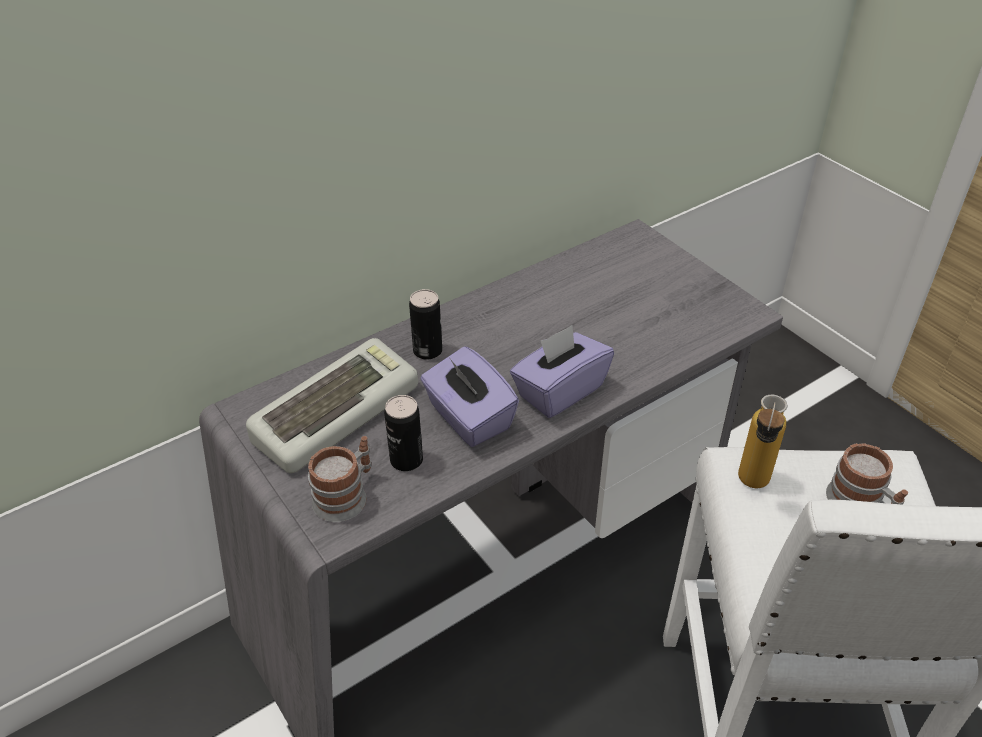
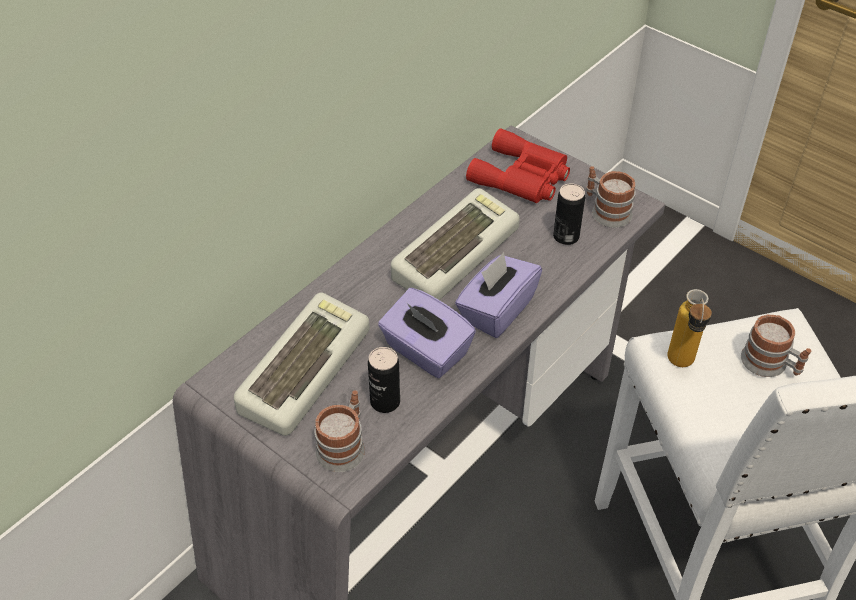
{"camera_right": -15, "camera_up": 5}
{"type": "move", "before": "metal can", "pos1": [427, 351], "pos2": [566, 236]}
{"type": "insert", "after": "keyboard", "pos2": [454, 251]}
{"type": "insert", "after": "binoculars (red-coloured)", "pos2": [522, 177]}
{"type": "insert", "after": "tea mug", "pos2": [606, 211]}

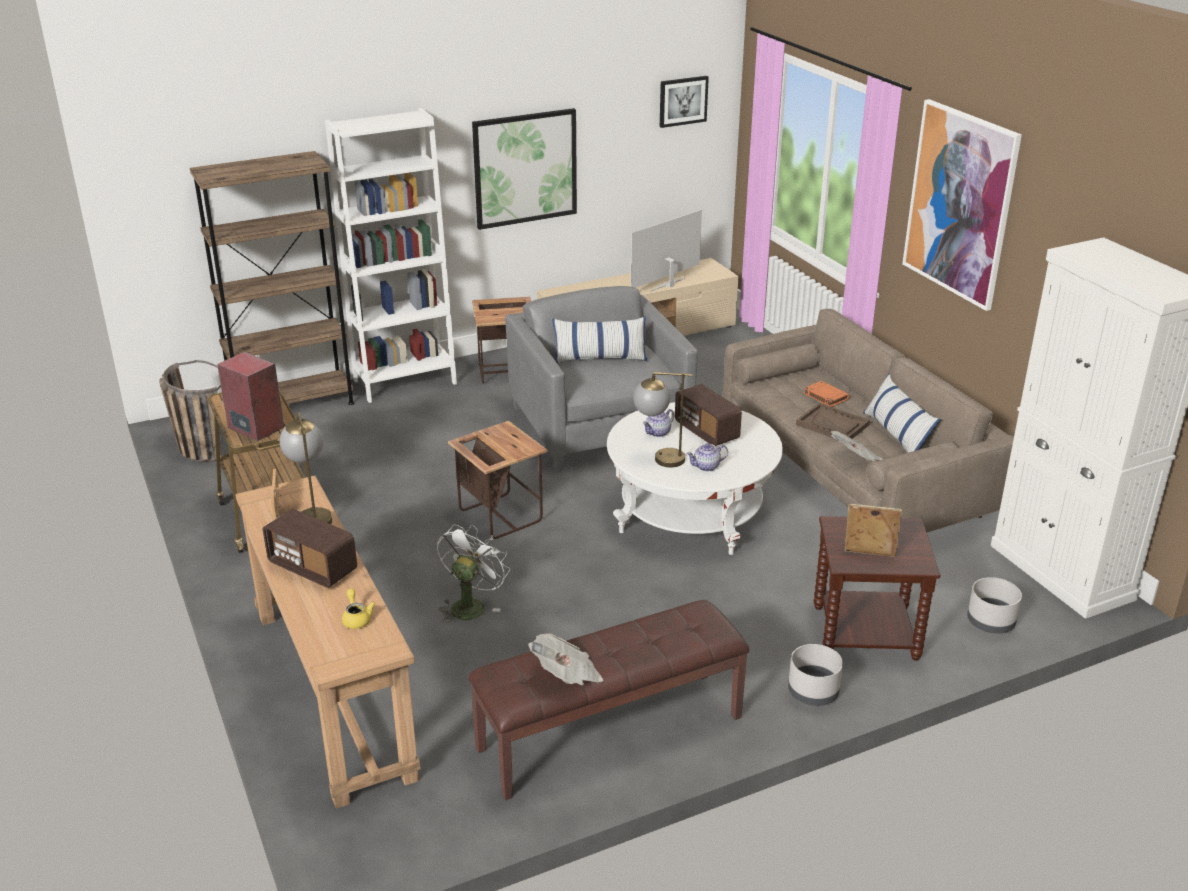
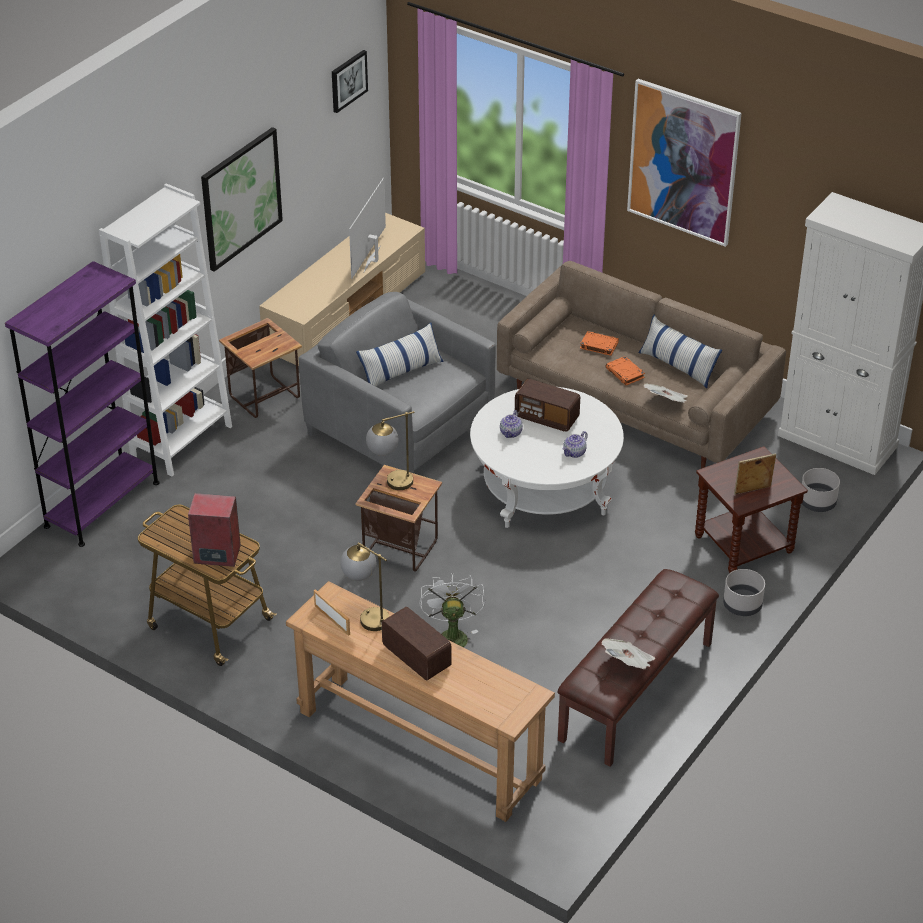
{"camera_right": -30, "camera_up": 10}
{"type": "delete", "before": "household basket", "pos1": [196, 447]}
{"type": "recolor", "before": "shelving unit (brownish)", "after": "shelving unit (purple)", "pos1": [292, 405], "pos2": [102, 504]}
{"type": "rotate", "before": "radio set", "pos1": [313, 568], "pos2": [416, 657], "turn": -135}
{"type": "delete", "before": "tea pot (yellowish)", "pos1": [357, 618]}
{"type": "move", "before": "lamp for a table", "pos1": [658, 459], "pos2": [390, 484]}
{"type": "replace", "before": "tray (brownish)", "after": "book (orange)", "pos1": [832, 425], "pos2": [625, 373]}

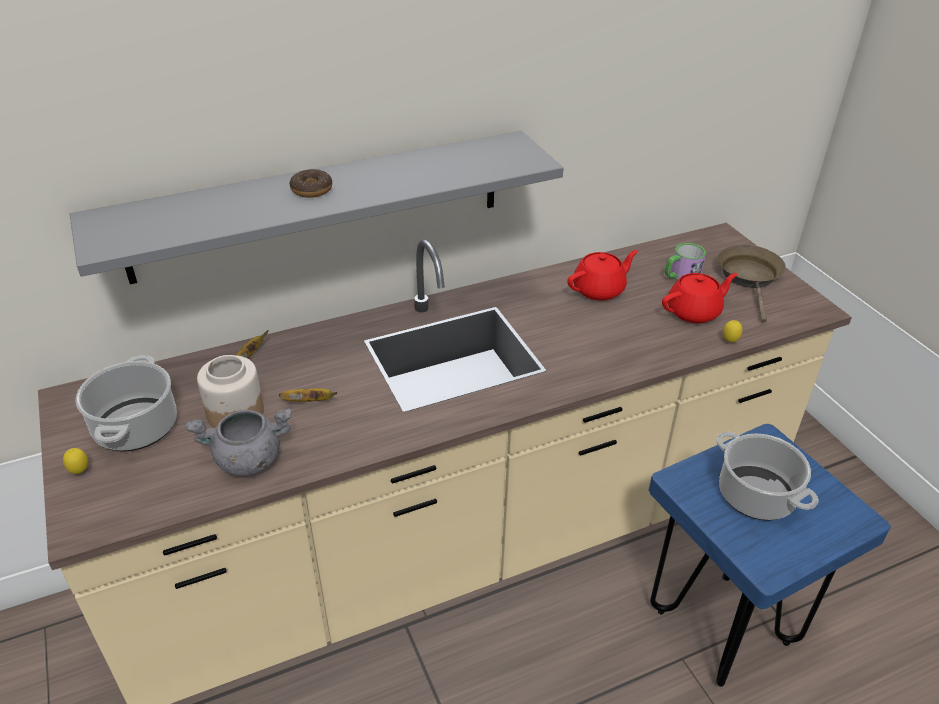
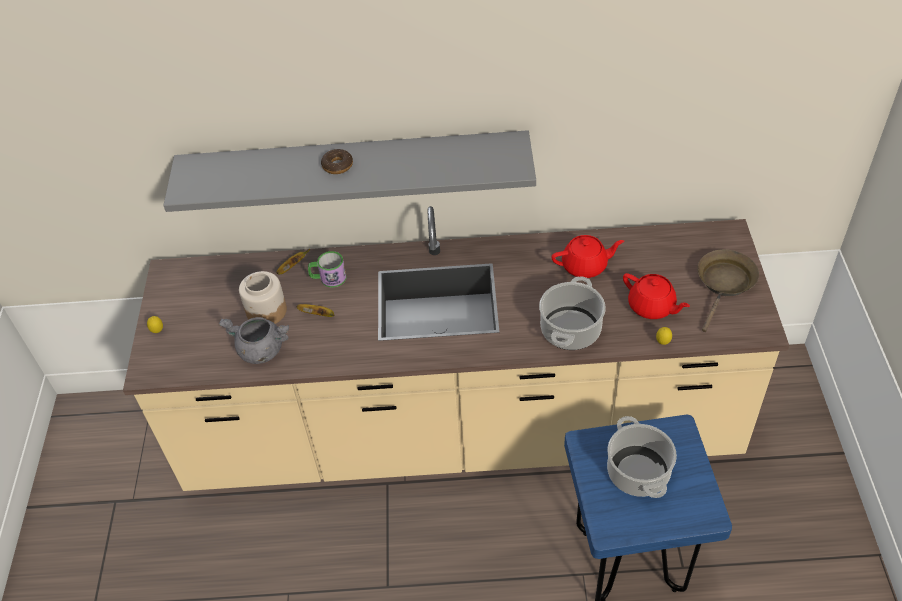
{"camera_right": 25, "camera_up": 10}
{"type": "move", "before": "saucepot", "pos1": [136, 426], "pos2": [570, 329]}
{"type": "rotate", "before": "tea pot (red-coloured)", "pos1": [694, 312], "pos2": [652, 307], "turn": 45}
{"type": "move", "before": "tea mug", "pos1": [680, 277], "pos2": [328, 278]}

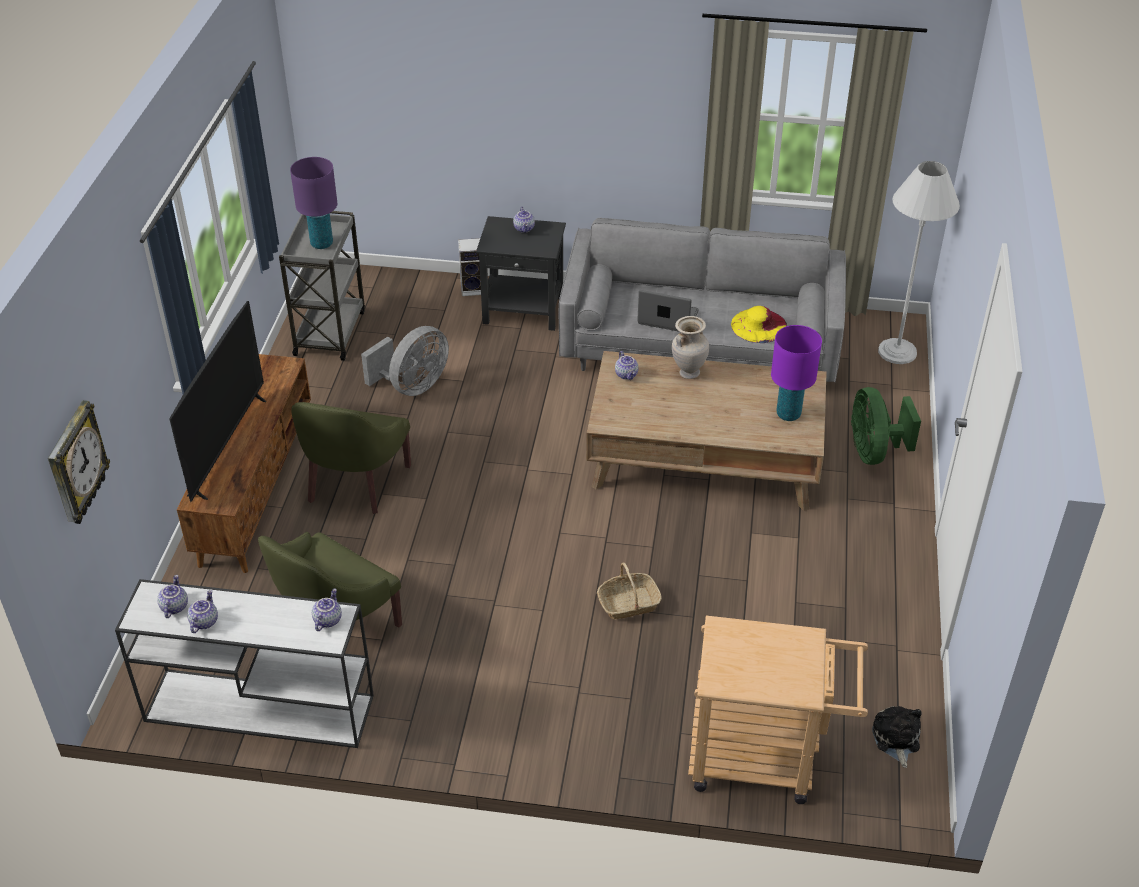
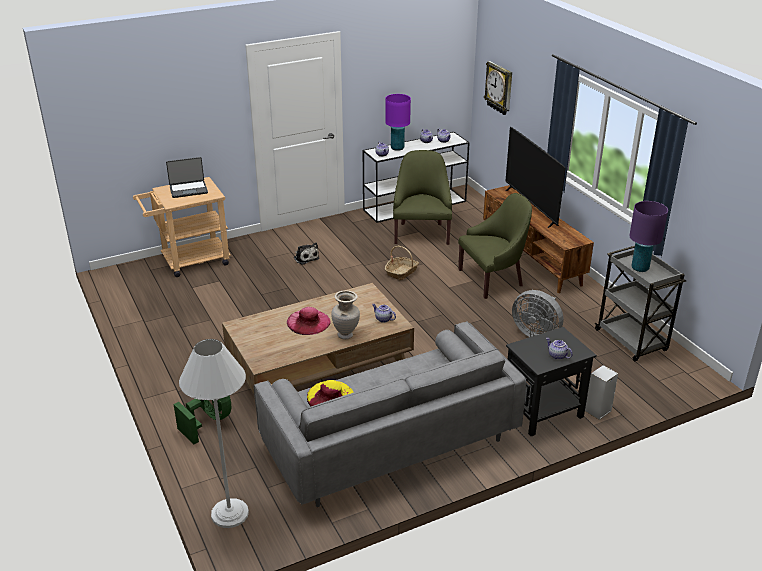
{"camera_right": 145, "camera_up": -10}
{"type": "rotate", "before": "easy chair (greenish)", "pos1": [354, 483], "pos2": [493, 279], "turn": 90}
{"type": "rotate", "before": "cooling fan (greyish)", "pos1": [412, 386], "pos2": [536, 333], "turn": -60}
{"type": "move", "before": "household basket", "pos1": [628, 604], "pos2": [401, 272]}
{"type": "move", "before": "laptop", "pos1": [667, 318], "pos2": [188, 189]}
{"type": "move", "before": "lamp for a table (purple)", "pos1": [788, 414], "pos2": [397, 148]}
{"type": "move", "before": "soft toy", "pos1": [896, 739], "pos2": [305, 258]}
{"type": "insert", "after": "clothing hat (pink)", "pos2": [308, 322]}

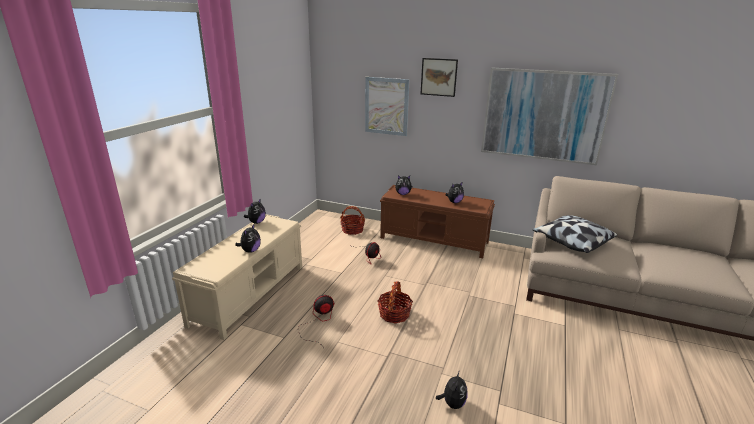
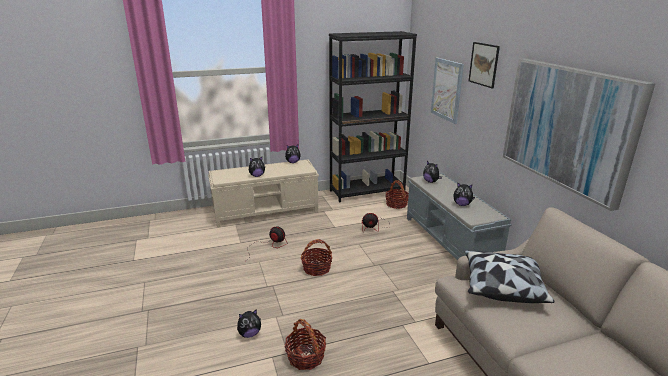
{"camera_right": 50, "camera_up": 0}
{"type": "recolor", "before": "bench (brownish)", "after": "bench (greyish)", "pos1": [434, 240], "pos2": [450, 241]}
{"type": "insert", "after": "household basket", "pos2": [306, 357]}
{"type": "insert", "after": "shelving unit (blackish)", "pos2": [367, 191]}

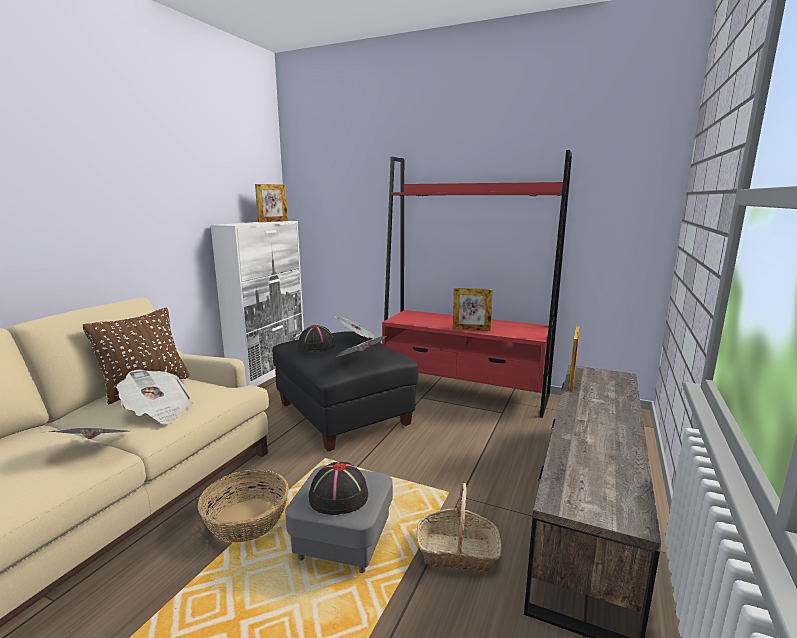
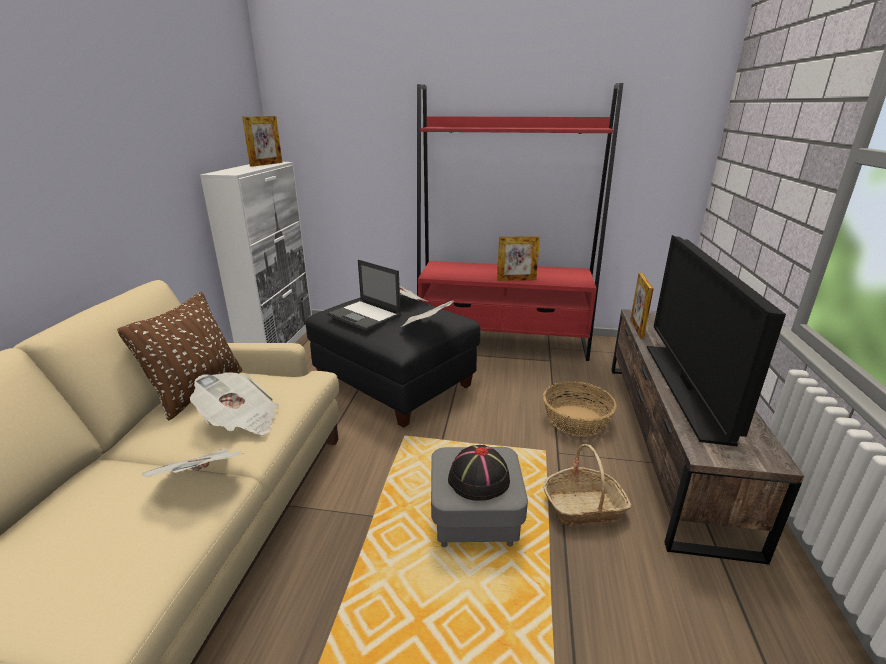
{"camera_right": -15, "camera_up": 10}
{"type": "move", "before": "household basket", "pos1": [247, 521], "pos2": [576, 420]}
{"type": "replace", "before": "clothing hat (blackish)", "after": "laptop", "pos1": [316, 346], "pos2": [365, 315]}
{"type": "insert", "after": "TV set", "pos2": [686, 390]}

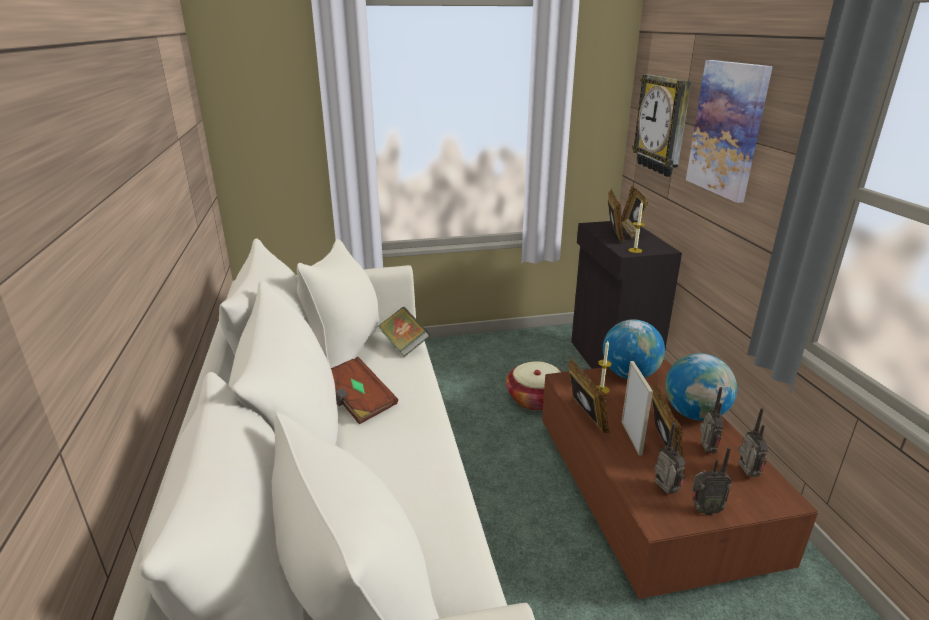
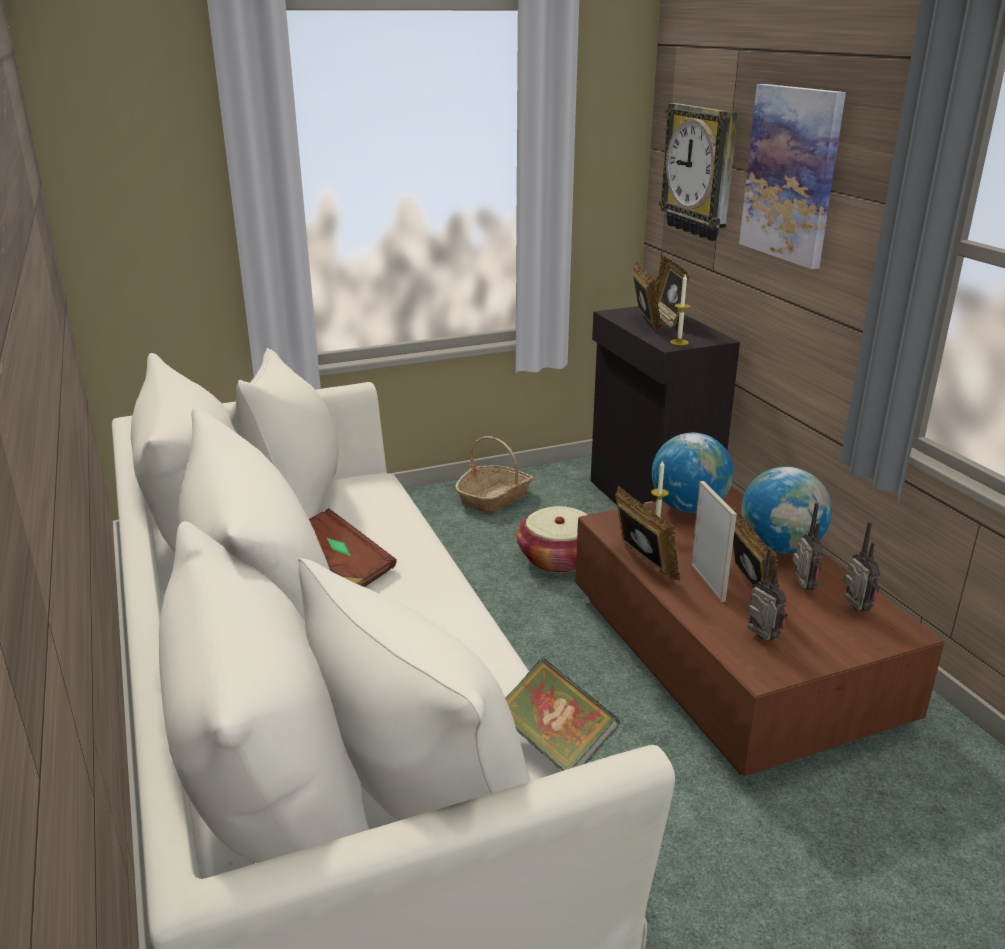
{"camera_right": -10, "camera_up": 0}
{"type": "move", "before": "book", "pos1": [404, 345], "pos2": [555, 744]}
{"type": "delete", "before": "radio set", "pos1": [704, 509]}
{"type": "insert", "after": "household basket", "pos2": [494, 498]}

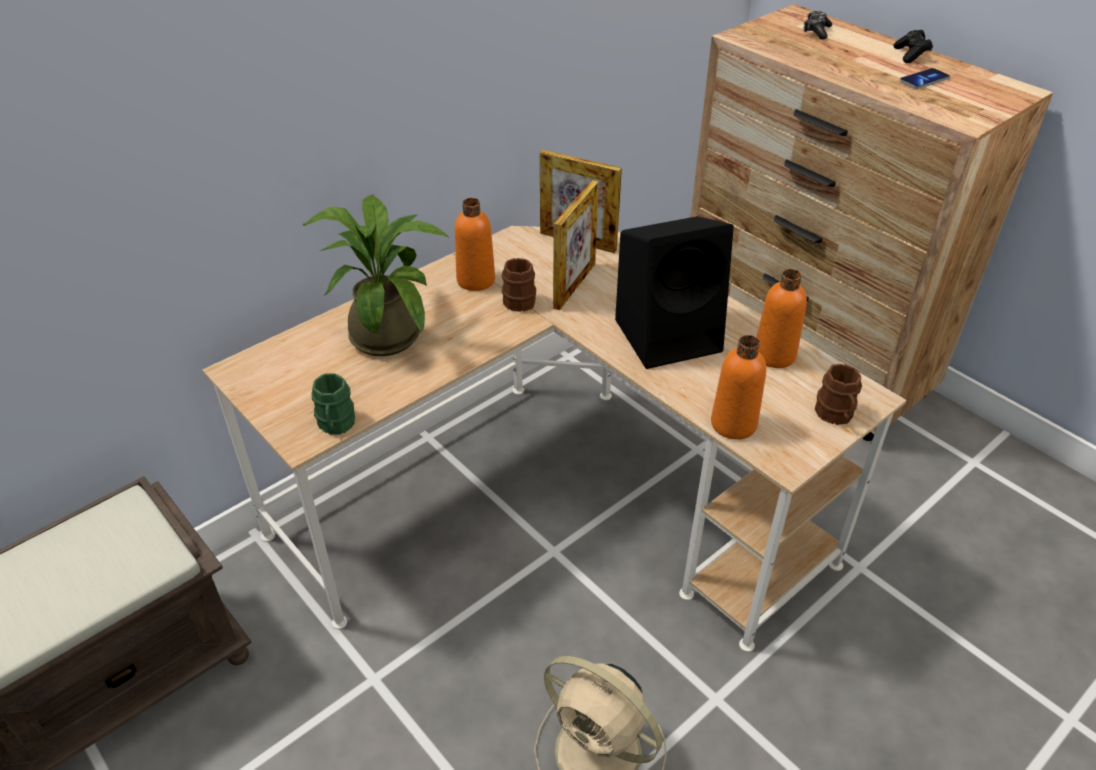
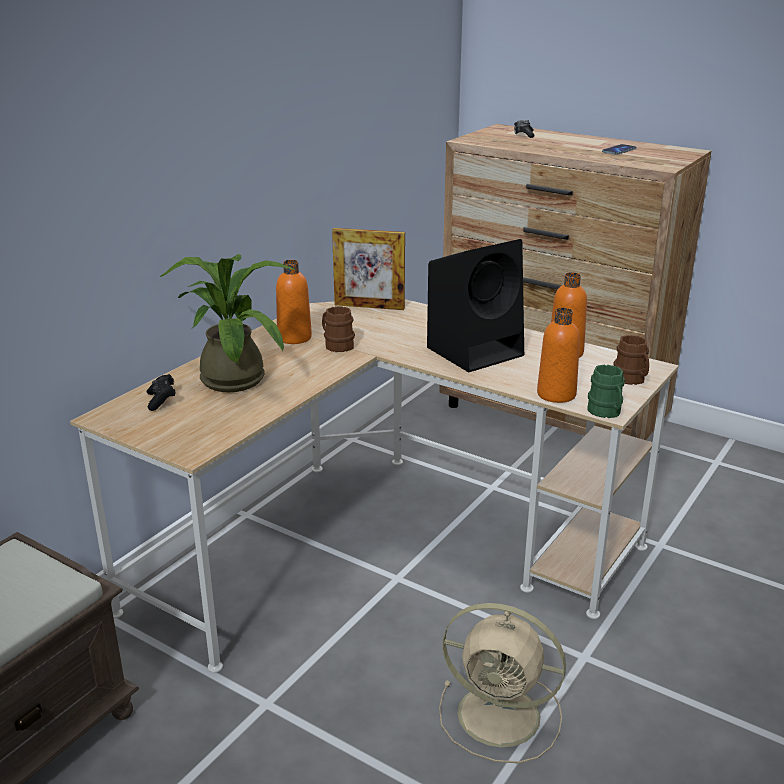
{"camera_right": -15, "camera_up": -15}
{"type": "move", "before": "tea mug (greenish)", "pos1": [335, 425], "pos2": [606, 412]}
{"type": "delete", "before": "picture frame", "pos1": [574, 285]}
{"type": "move", "before": "joypad (blackish)", "pos1": [910, 55], "pos2": [161, 400]}

